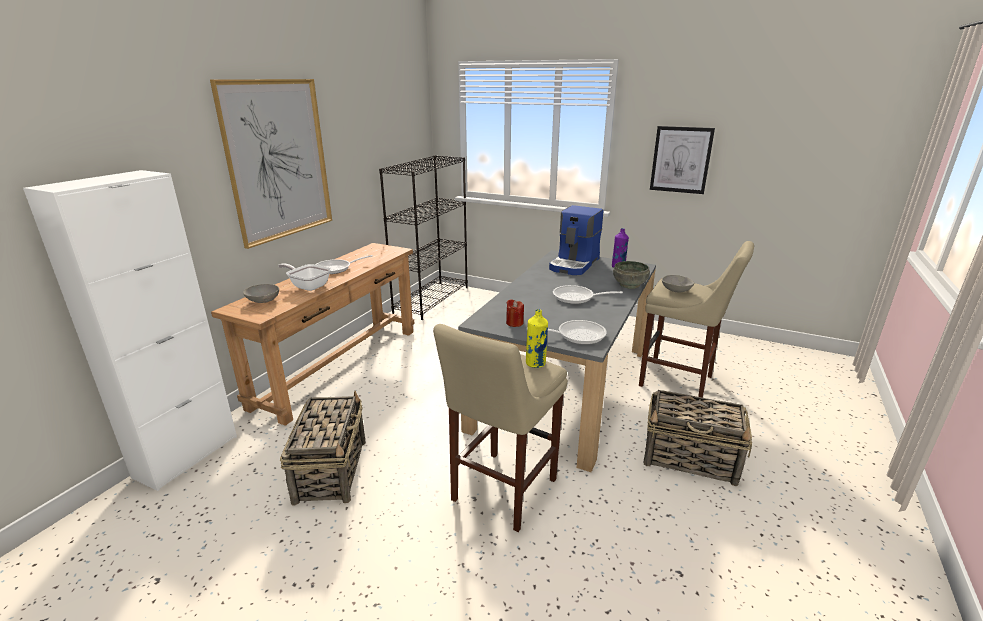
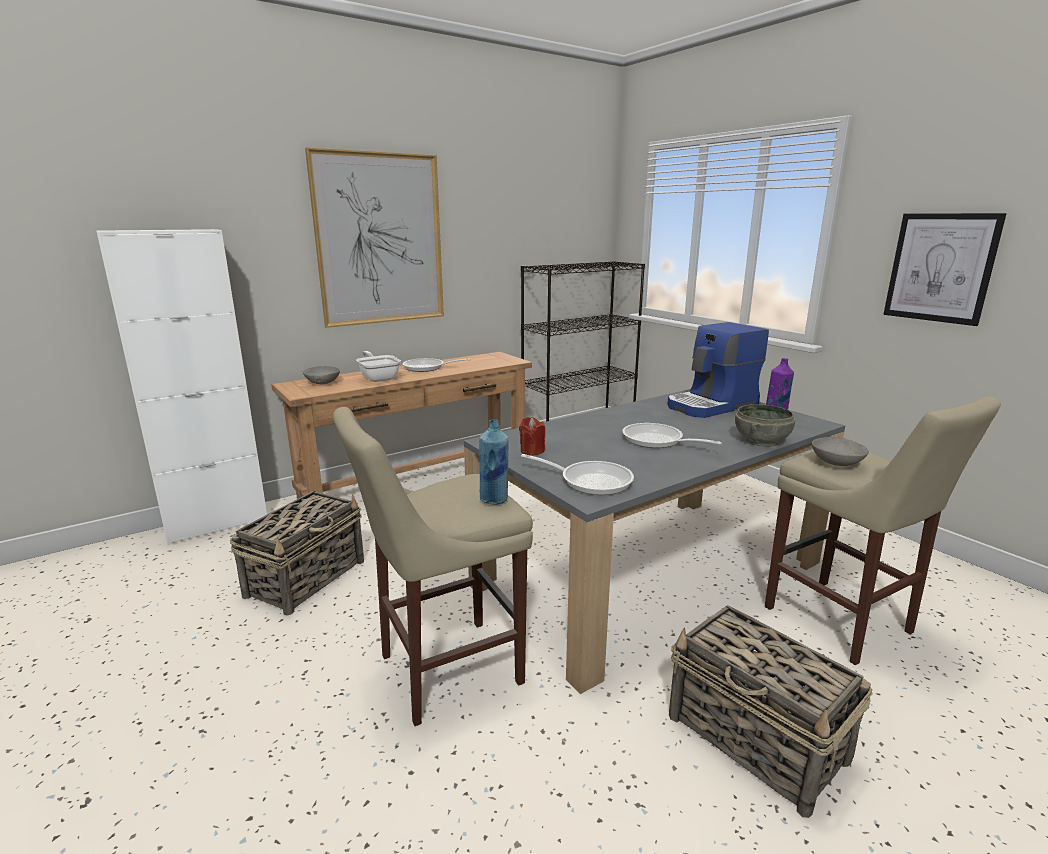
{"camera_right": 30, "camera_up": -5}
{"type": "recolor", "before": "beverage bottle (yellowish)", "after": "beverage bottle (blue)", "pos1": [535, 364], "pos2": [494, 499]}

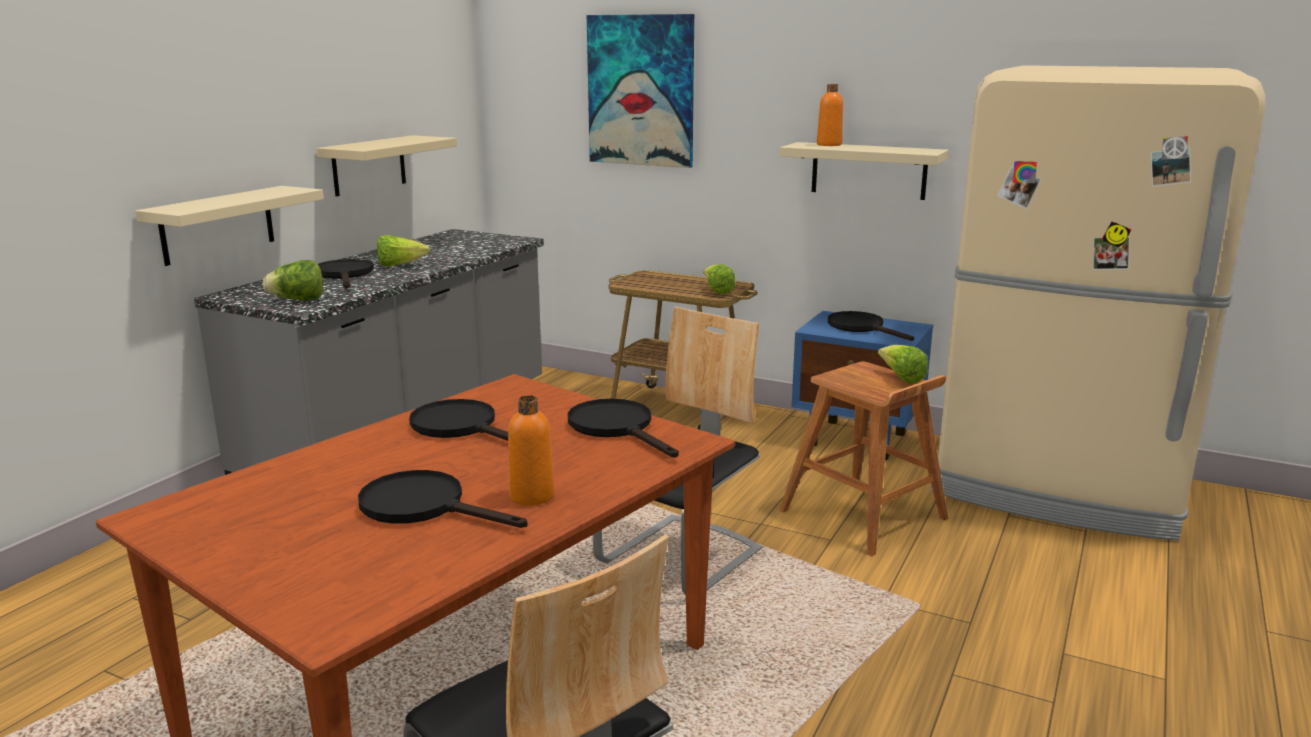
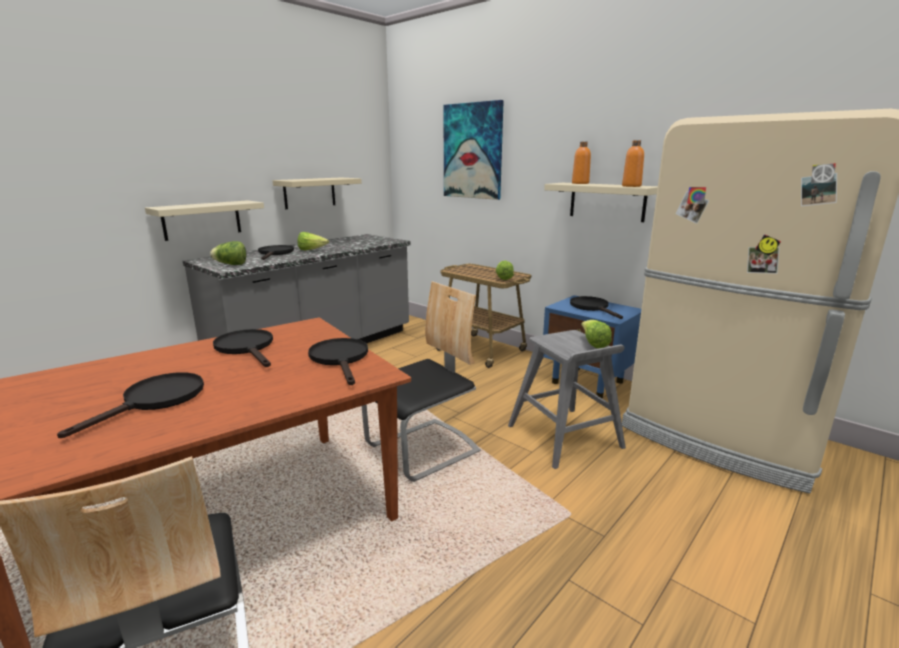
{"camera_right": 15, "camera_up": 0}
{"type": "rotate", "before": "frying pan (blackish)", "pos1": [424, 506], "pos2": [155, 400], "turn": 75}
{"type": "move", "before": "beverage bottle (orange)", "pos1": [532, 496], "pos2": [631, 186]}
{"type": "recolor", "before": "sitting stool (brownish)", "after": "sitting stool (greyish)", "pos1": [864, 515], "pos2": [565, 437]}

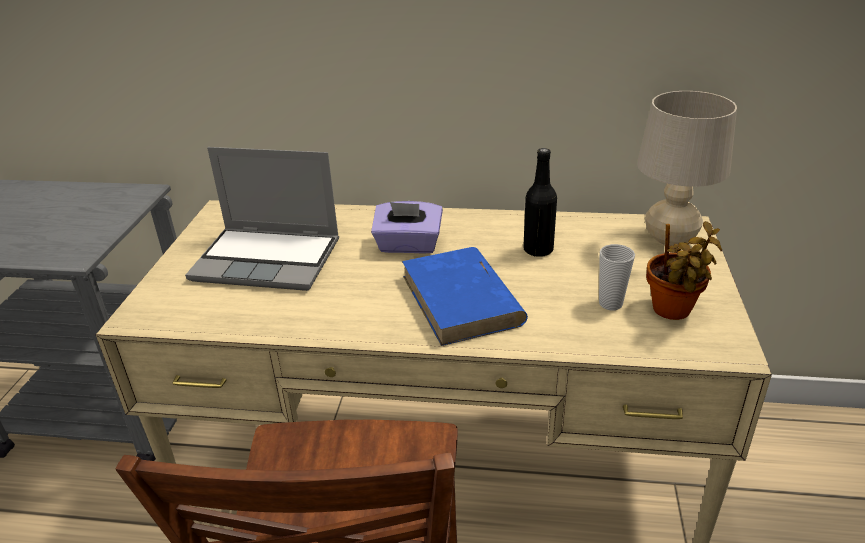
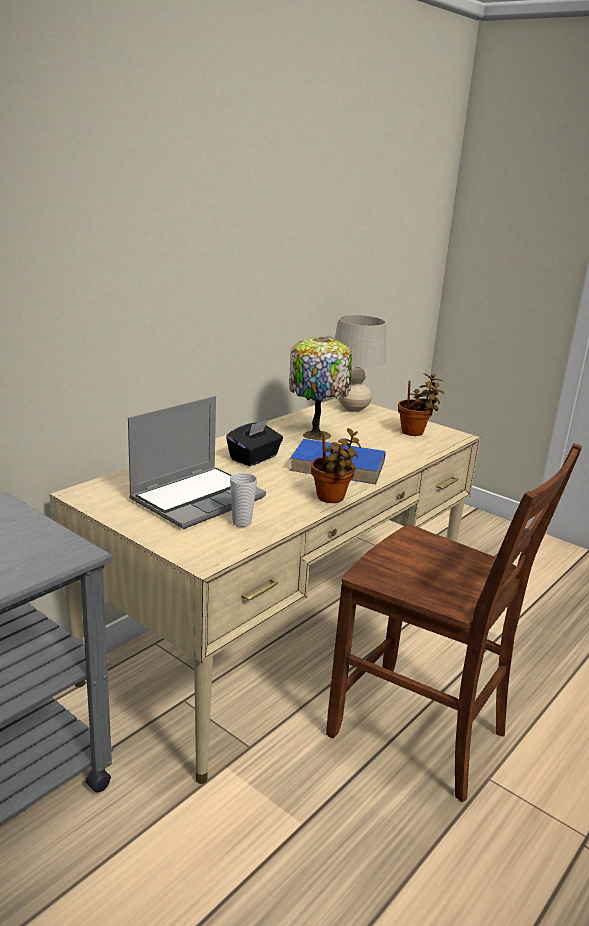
{"camera_right": -60, "camera_up": -10}
{"type": "recolor", "before": "box of tissues (purple)", "after": "box of tissues (blackish)", "pos1": [408, 246], "pos2": [254, 458]}
{"type": "replace", "before": "beverage bottle (blackish)", "after": "lamp for a table", "pos1": [538, 250], "pos2": [316, 434]}
{"type": "move", "before": "drinking cup", "pos1": [610, 304], "pos2": [241, 522]}
{"type": "insert", "after": "plant in a pot", "pos2": [332, 499]}

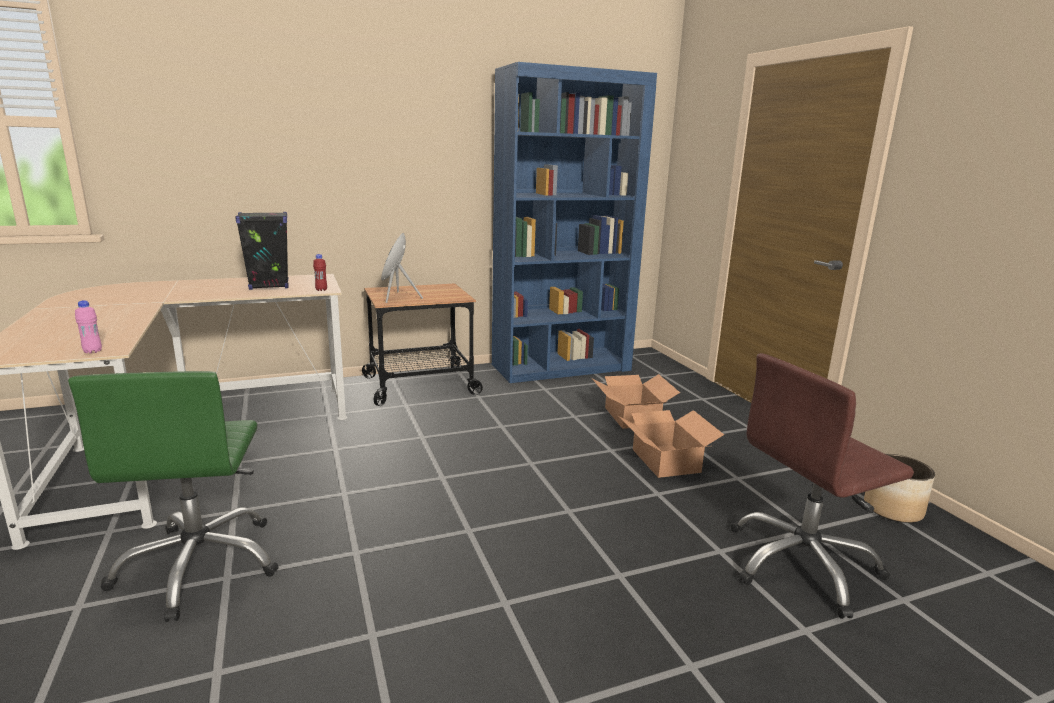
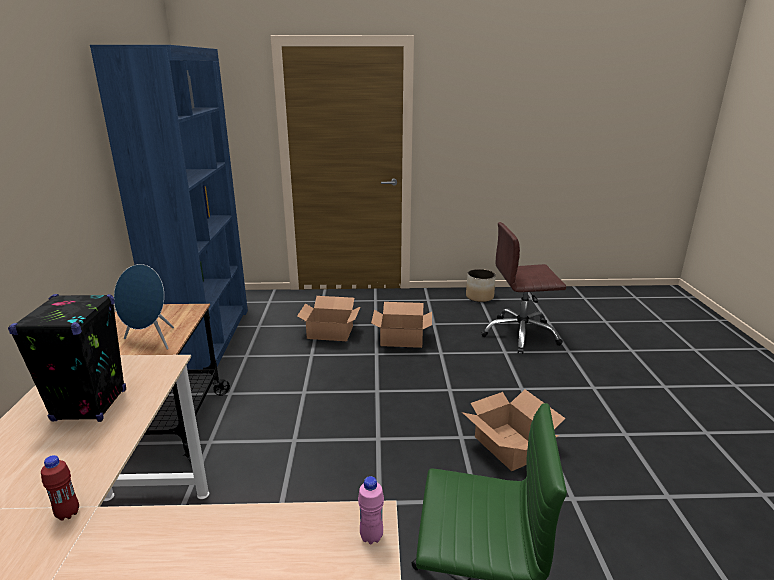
{"camera_right": -70, "camera_up": 5}
{"type": "move", "before": "beverage bottle (red-coloured)", "pos1": [321, 290], "pos2": [68, 513]}
{"type": "rotate", "before": "desk chair (brownish)", "pos1": [802, 565], "pos2": [520, 335], "turn": 90}
{"type": "insert", "after": "packing box", "pos2": [509, 445]}

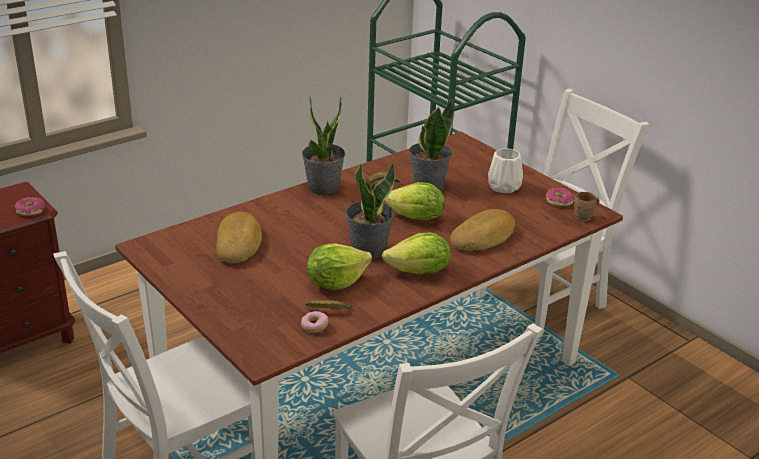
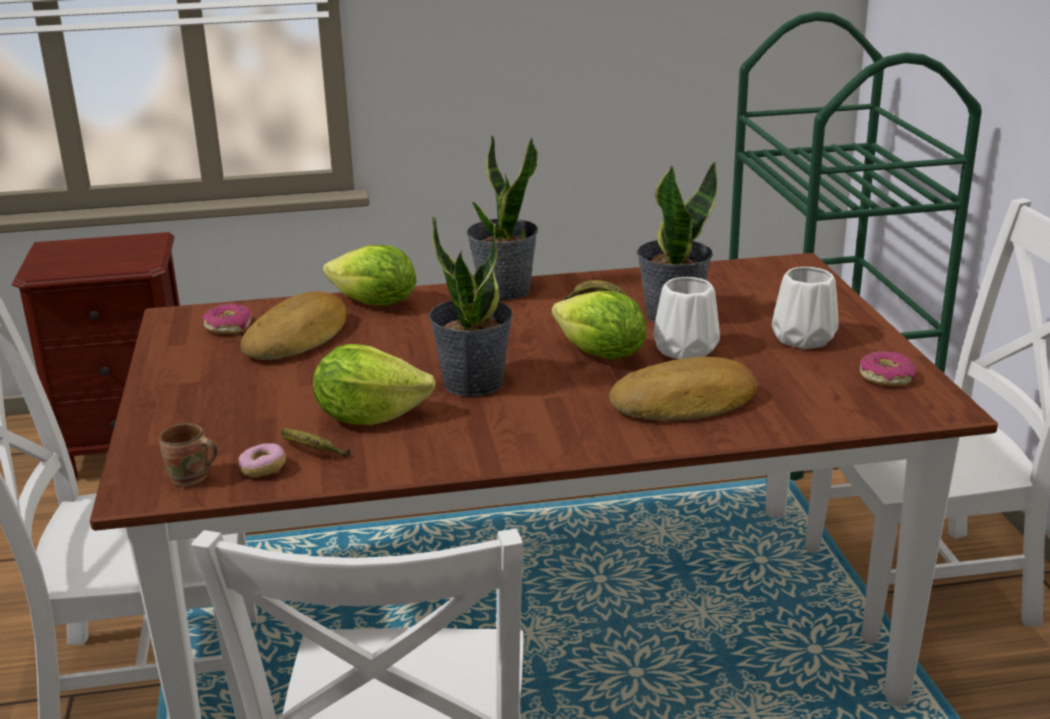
{"camera_right": 30, "camera_up": -5}
{"type": "move", "before": "ring doughnut", "pos1": [30, 210], "pos2": [229, 327]}
{"type": "move", "before": "lettuce head", "pos1": [419, 272], "pos2": [375, 304]}
{"type": "move", "before": "tea mug (brownish)", "pos1": [584, 217], "pos2": [191, 479]}
{"type": "insert", "after": "flower vase (whitish)", "pos2": [684, 350]}

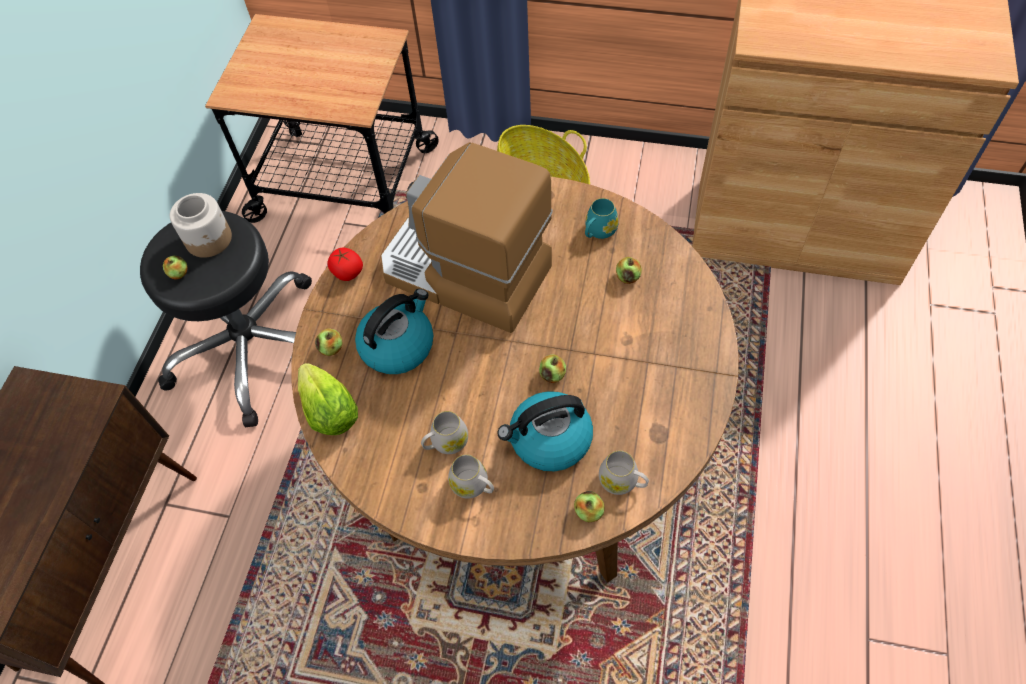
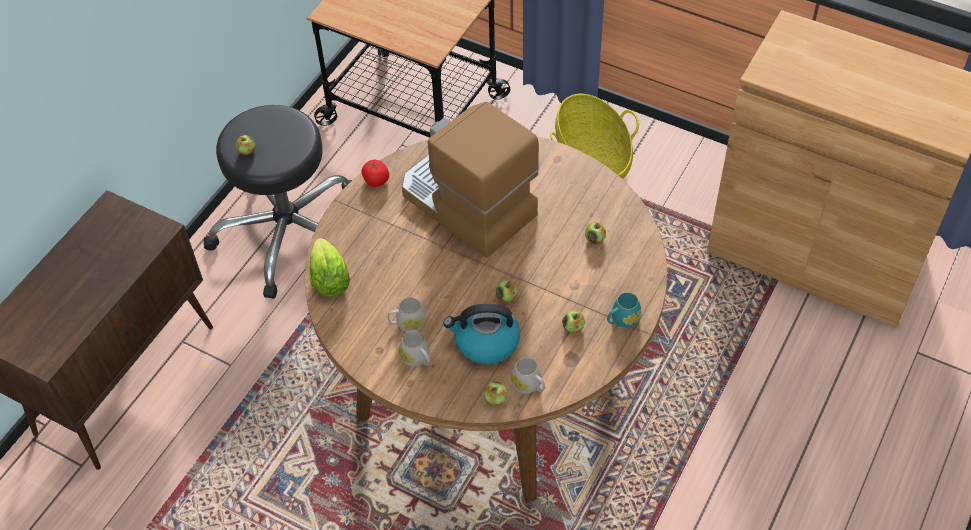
{"camera_right": 15, "camera_up": -5}
{"type": "delete", "before": "preserve jar", "pos1": [209, 239]}
{"type": "move", "before": "apple", "pos1": [331, 348], "pos2": [573, 327]}
{"type": "delete", "before": "kettle", "pos1": [398, 345]}
{"type": "move", "before": "tea mug (turquoise-coloured)", "pos1": [598, 231], "pos2": [622, 320]}

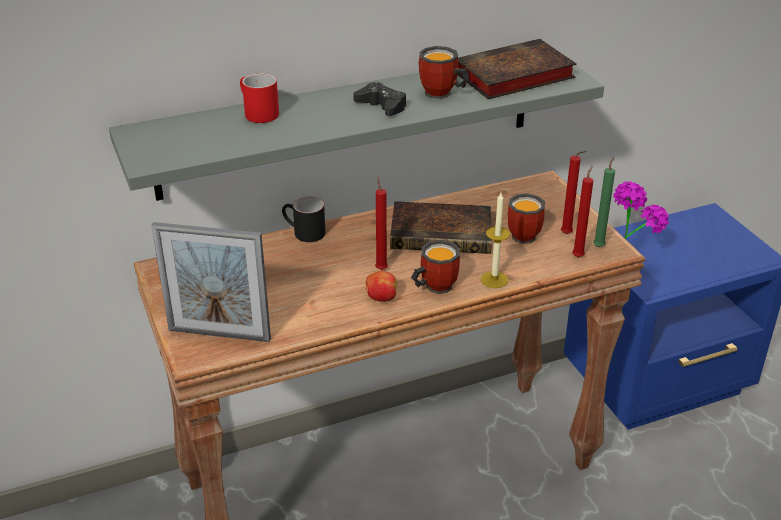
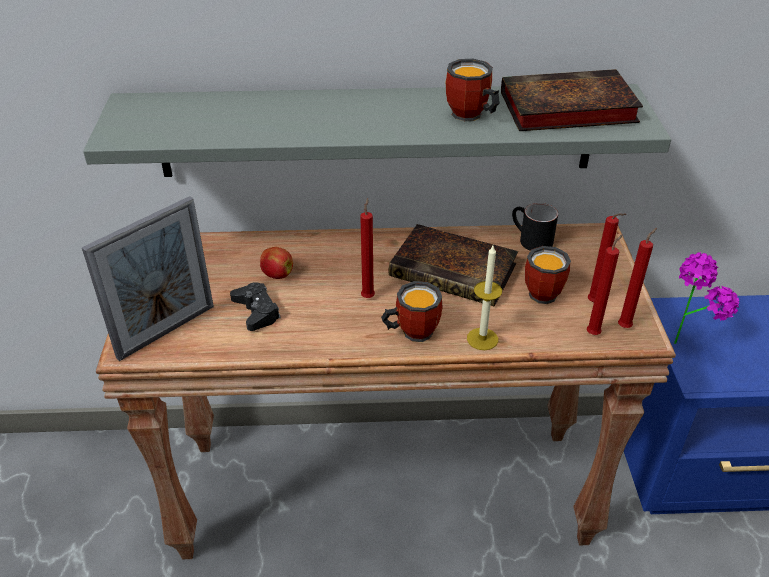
{"camera_right": 20, "camera_up": 5}
{"type": "rotate", "before": "picture frame", "pos1": [219, 334], "pos2": [166, 331], "turn": -75}
{"type": "delete", "before": "tea mug (red-coloured)", "pos1": [256, 113]}
{"type": "move", "before": "tea mug (blackish)", "pos1": [303, 233], "pos2": [529, 240]}
{"type": "move", "before": "joypad (blackish)", "pos1": [382, 106], "pos2": [256, 311]}
{"type": "move", "before": "apple", "pos1": [381, 298], "pos2": [277, 274]}
{"type": "recolor", "before": "candle (greenish)", "after": "candle (red-coloured)", "pos1": [599, 246], "pos2": [625, 326]}

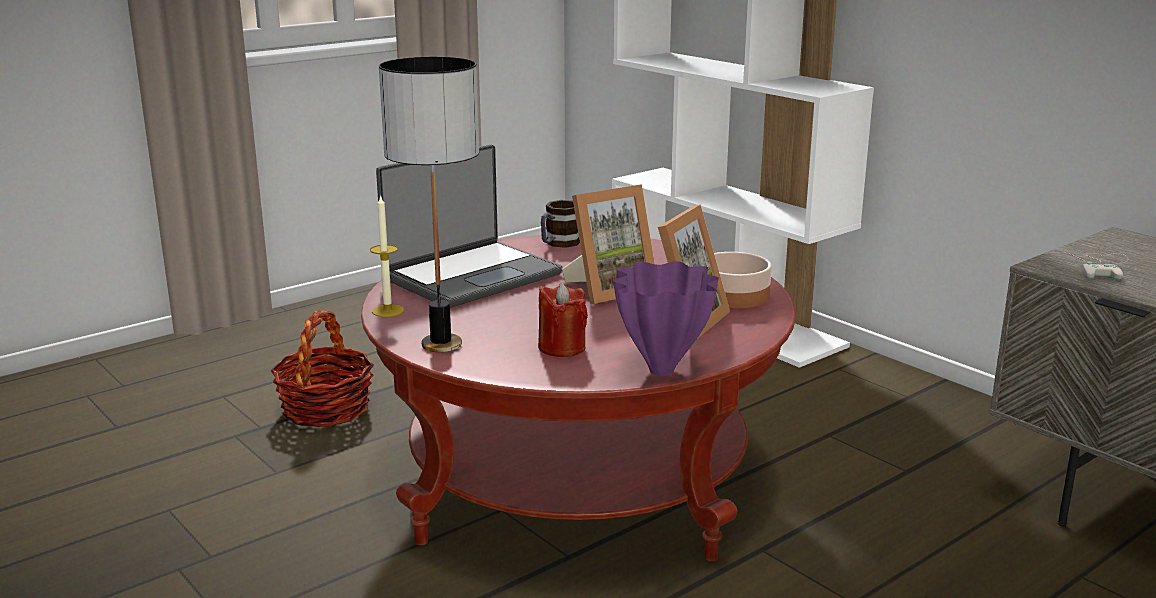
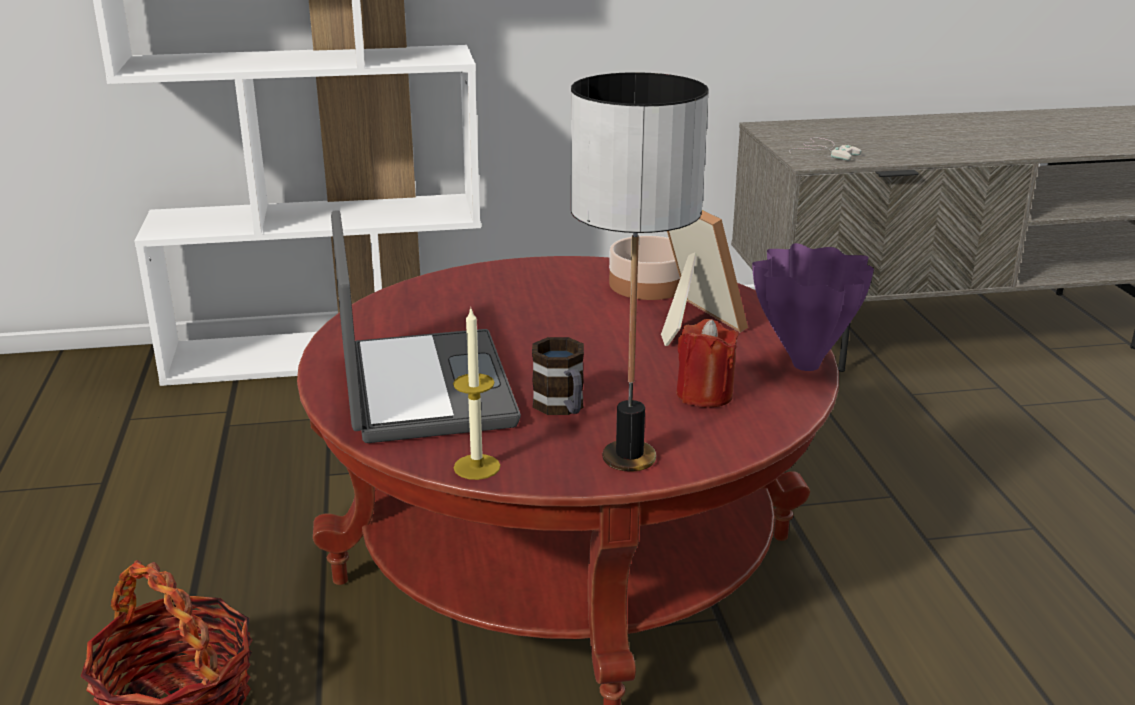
{"camera_right": -60, "camera_up": 5}
{"type": "move", "before": "tea mug", "pos1": [558, 244], "pos2": [562, 408]}
{"type": "delete", "before": "picture frame", "pos1": [609, 289]}

